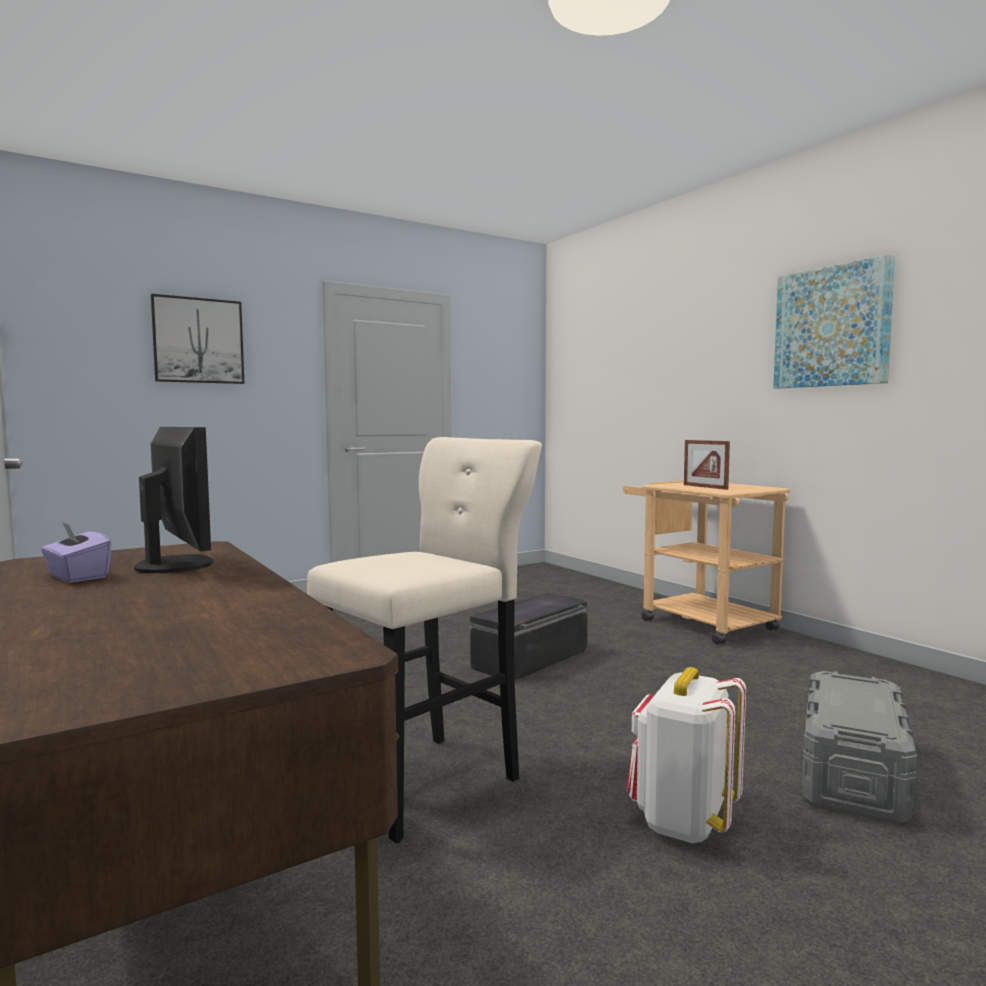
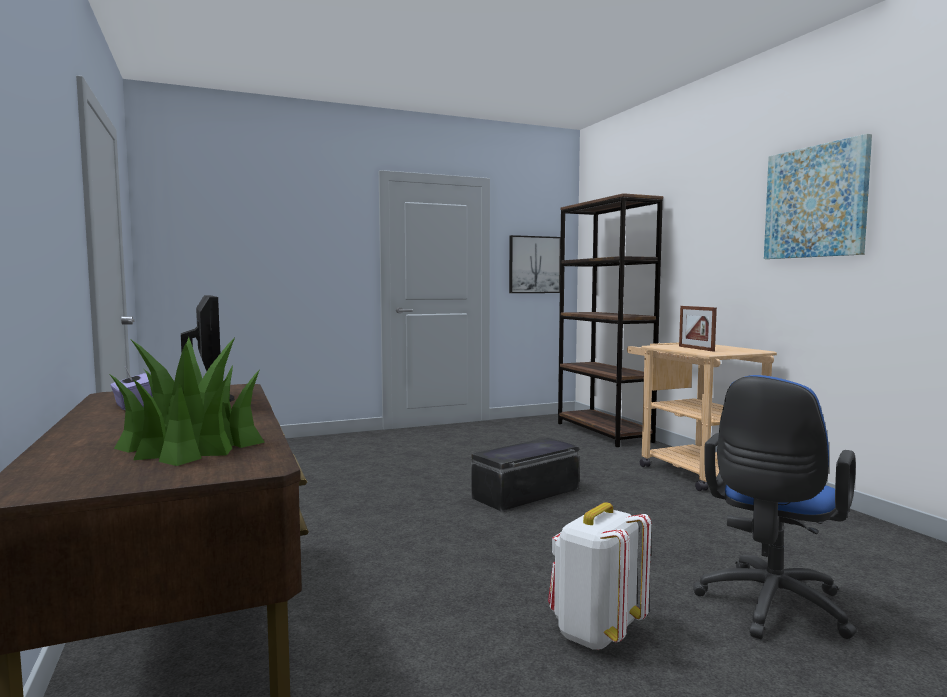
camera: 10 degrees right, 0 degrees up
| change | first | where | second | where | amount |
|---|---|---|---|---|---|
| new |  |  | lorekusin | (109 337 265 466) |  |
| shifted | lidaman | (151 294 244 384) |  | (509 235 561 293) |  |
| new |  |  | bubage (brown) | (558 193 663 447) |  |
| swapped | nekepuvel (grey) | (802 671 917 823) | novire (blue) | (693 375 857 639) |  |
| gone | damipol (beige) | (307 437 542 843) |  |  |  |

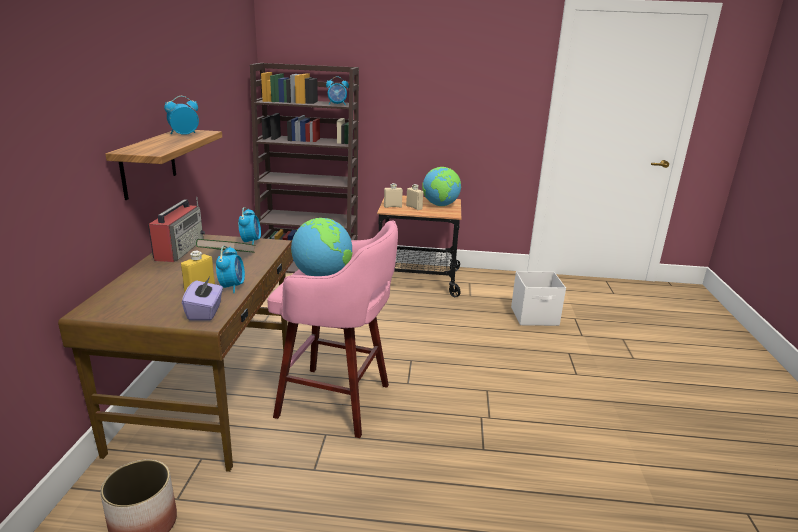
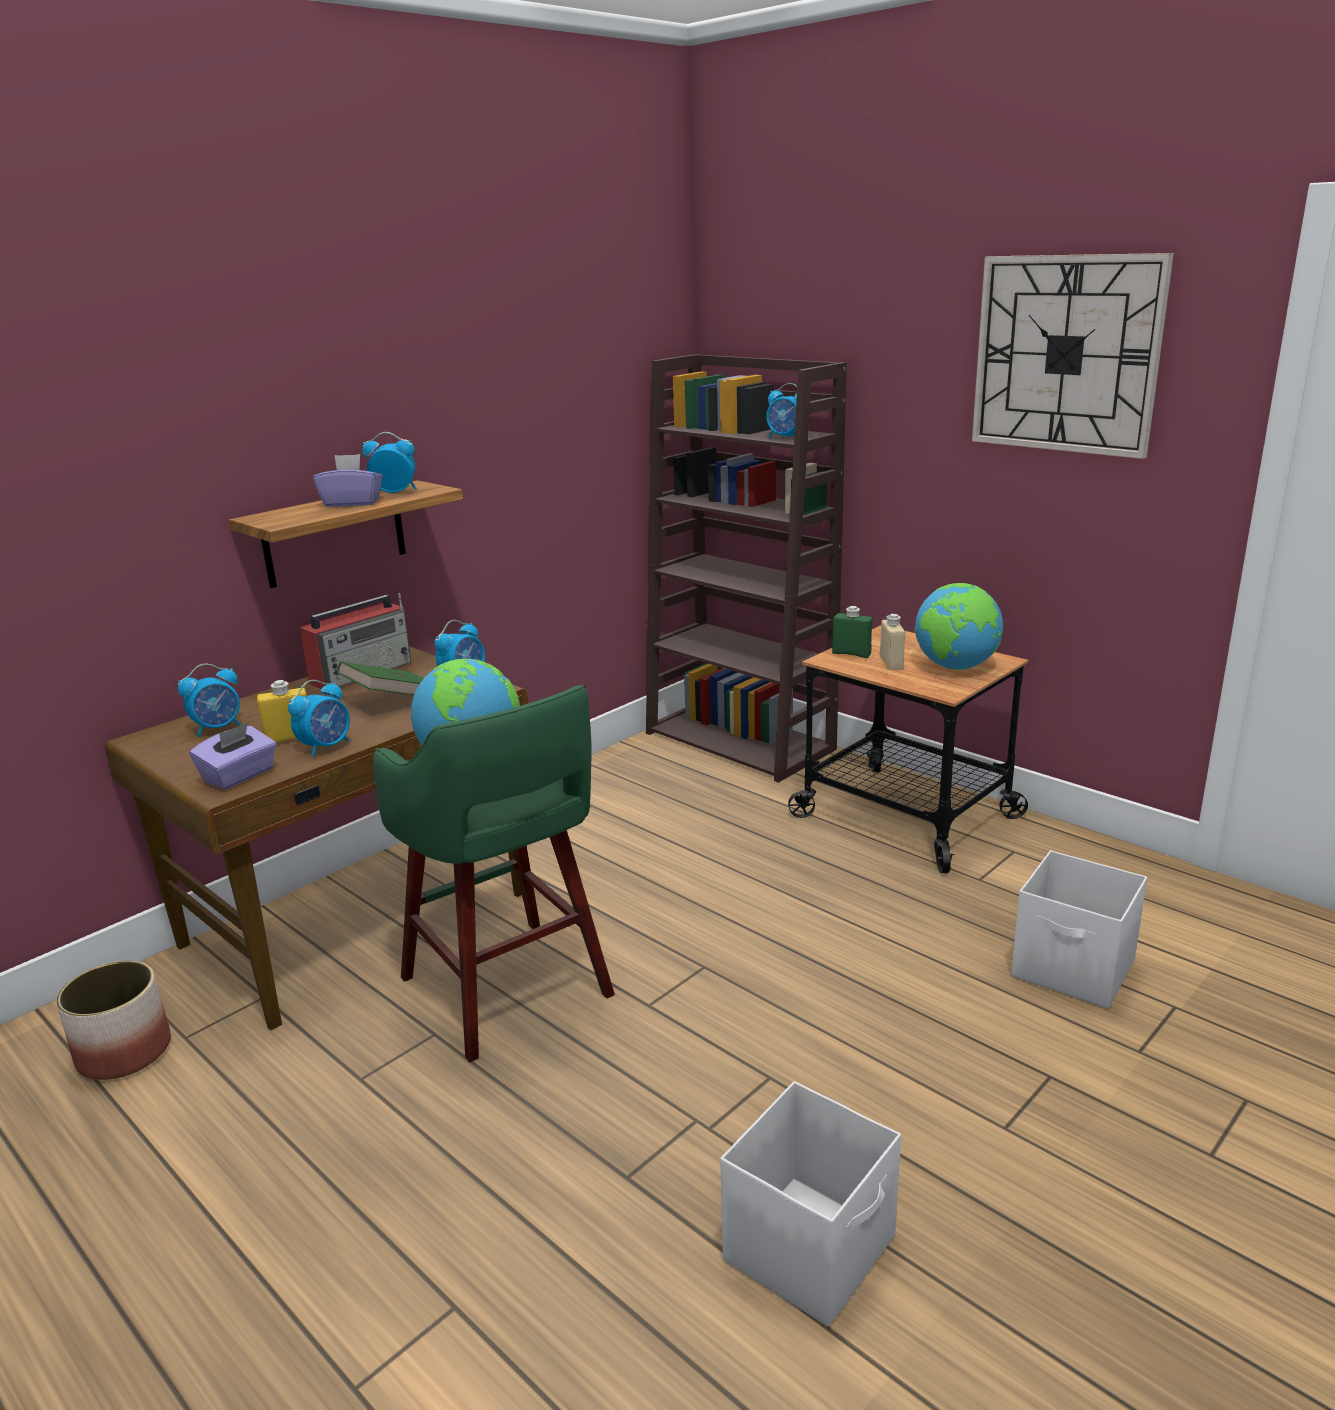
camera: 40 degrees right, 0 degrees up
| change | first | where | second | where | amount |
|---|---|---|---|---|---|
| new |  |  | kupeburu | (178 664 241 737) |  |
| new |  |  | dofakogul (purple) | (313 454 383 507) |  |
| repainted | damipol (pink) | (267 220 398 438) | damipol (green) | (373 685 615 1062) |  |
| new |  |  | nekepuvel (white) | (720 1081 901 1327) |  |
| repainted | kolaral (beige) | (384 183 403 208) | kolaral (green) | (832 606 872 658) |  |
| new |  |  | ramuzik | (972 253 1174 459) |  |

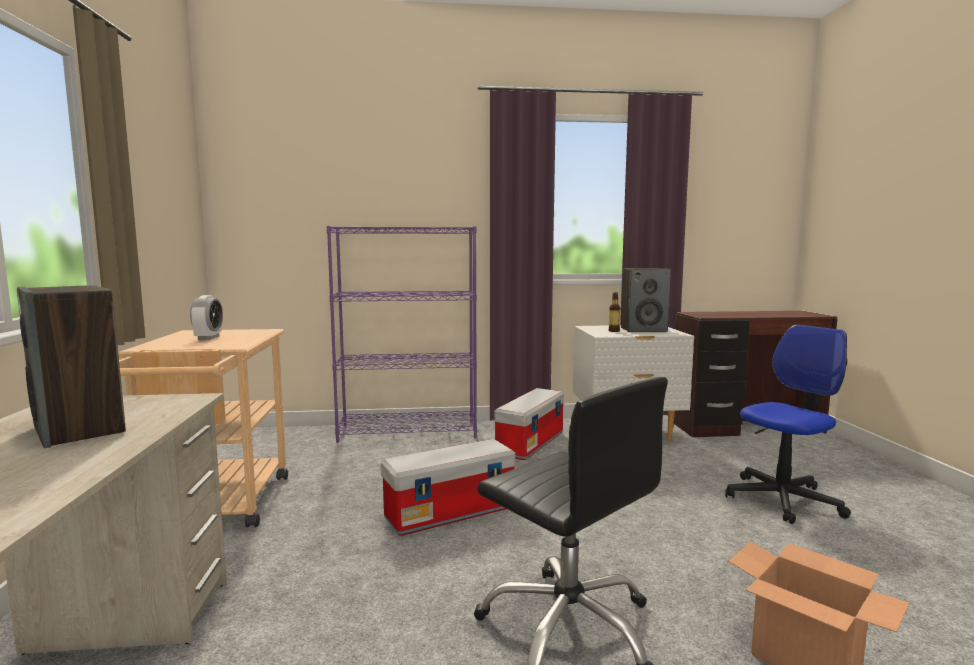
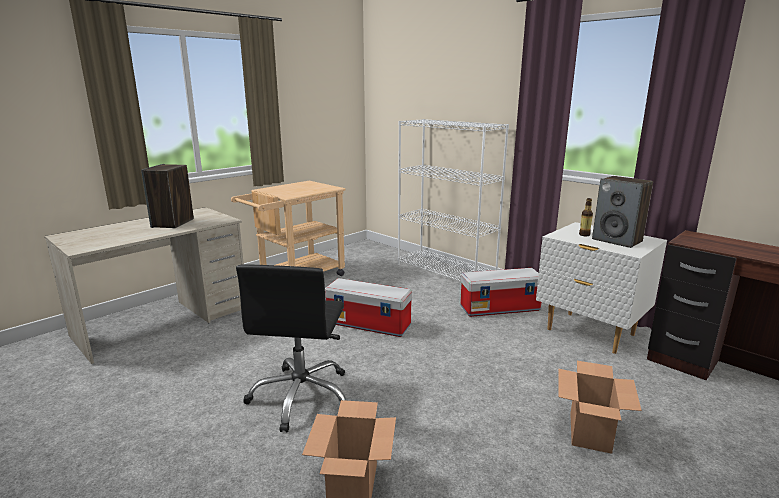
camera: 50 degrees right, 10 degrees up
| change | first | where | second | where | amount |
|---|---|---|---|---|---|
| repainted | bubage (purple) | (327 226 477 443) | bubage (white) | (398 119 509 281) |  |
| swapped | novire | (725 325 851 524) | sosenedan | (558 361 642 454) |  |
| gone | kupeburu | (190 295 223 340) |  |  |  |

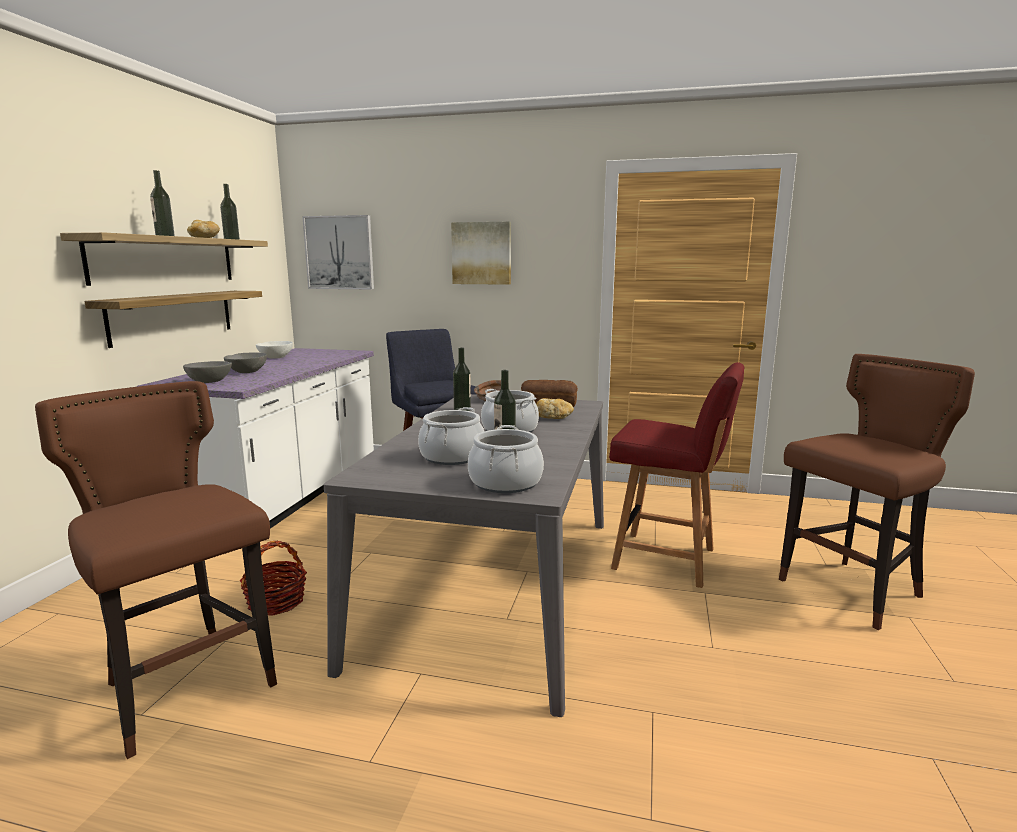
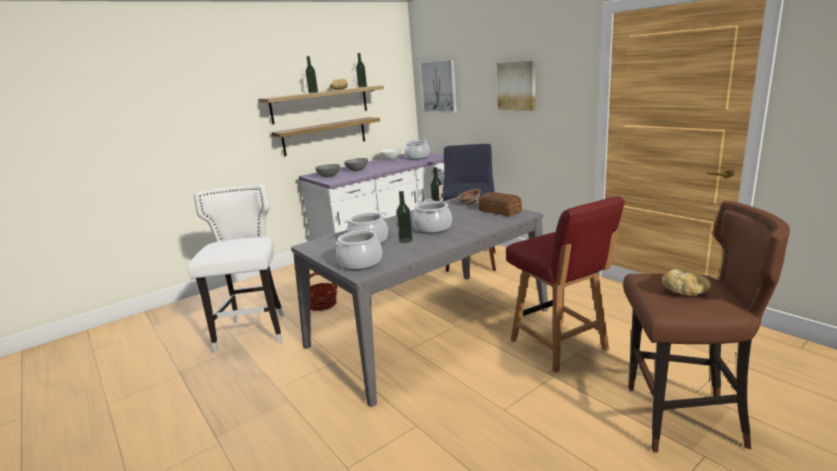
camera: 40 degrees right, 5 degrees up
| change | first | where | second | where | amount |
|---|---|---|---|---|---|
| repainted | damipol (brown) | (35 381 277 759) | damipol (white) | (187 185 284 352) |  |
| new |  |  | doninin | (405 140 430 160) |  |
| shifted | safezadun | (536 398 574 419) |  | (662 269 711 296) |  |

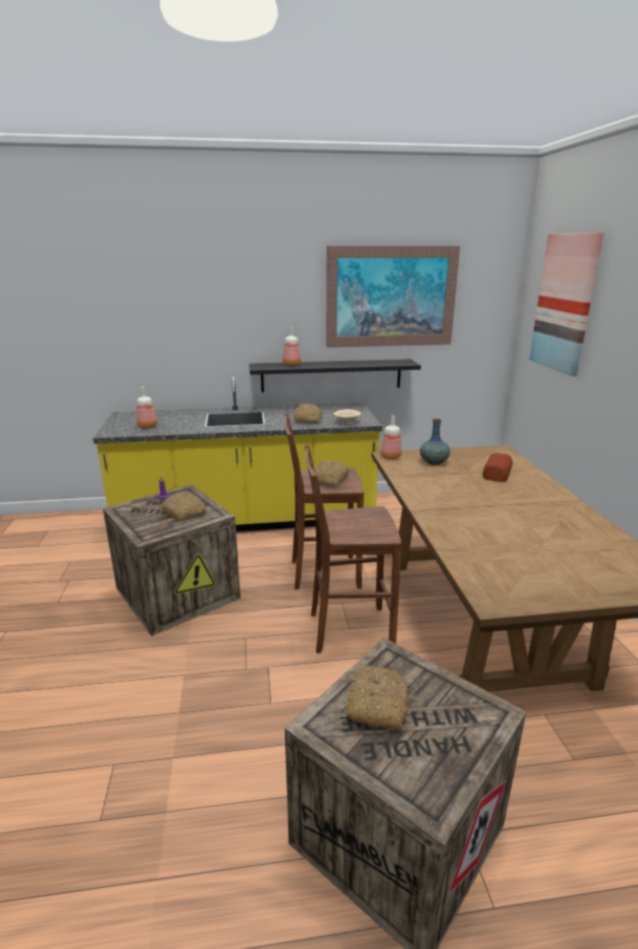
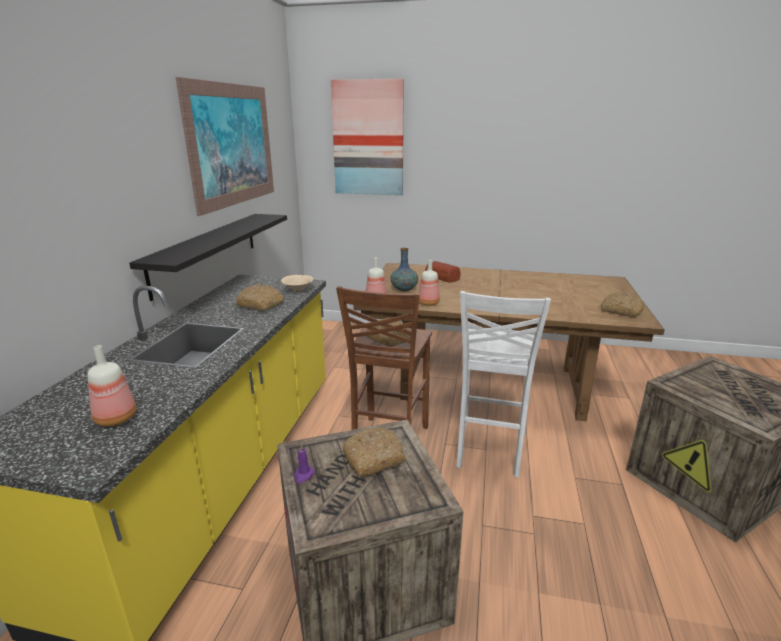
camera: 70 degrees left, 0 degrees up
| change | first | where | second | where | amount |
|---|---|---|---|---|---|
| shifted | kolaral | (283 327 301 366) |  | (419 260 440 306) |  |
| repainted | damipol (brown) | (305 445 402 654) | damipol (white) | (457 291 551 478) |  |
| shifted | safezadun | (346 665 408 730) |  | (601 292 644 317) |  |

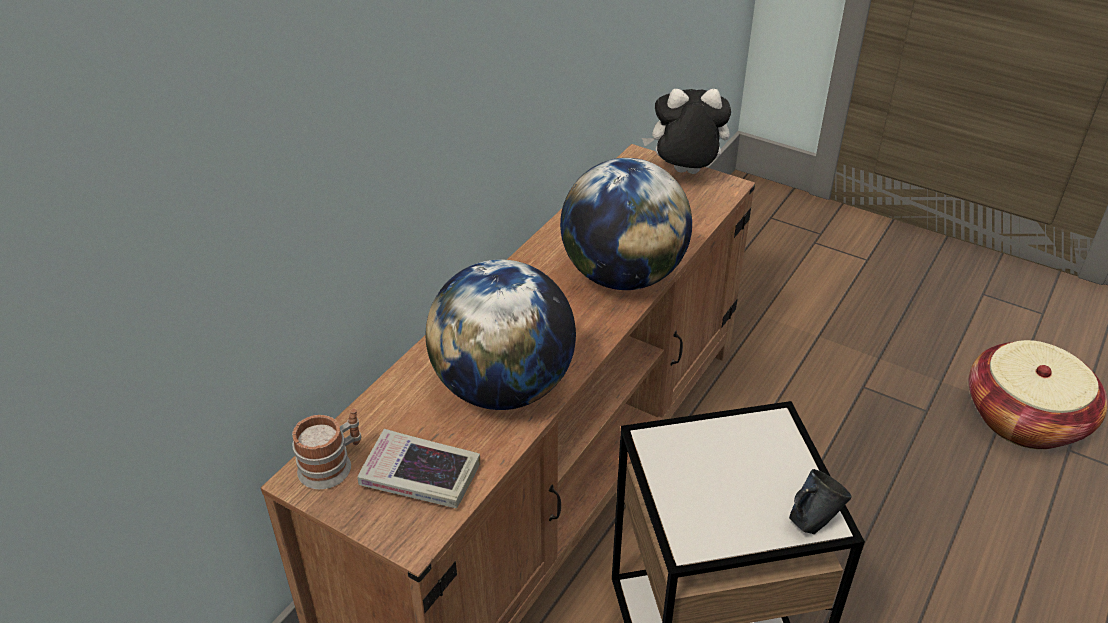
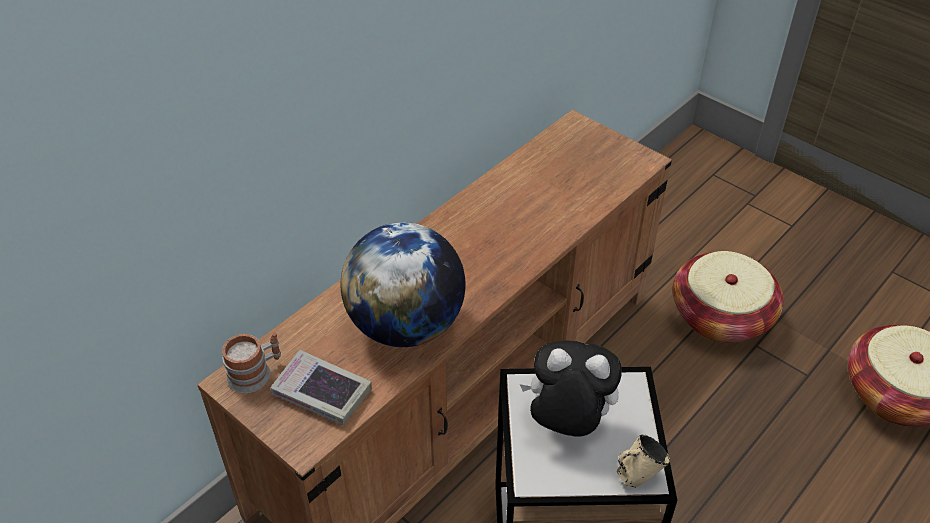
camera: 10 degrees right, 5 degrees up
| change | first | where | second | where | amount |
|---|---|---|---|---|---|
| shifted | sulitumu | (642 89 731 174) |  | (520 340 622 437) |  |
| repainted | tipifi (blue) | (789 469 852 534) | tipifi (beige) | (617 434 670 488) |  |
| new |  |  | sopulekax | (673 251 784 343) |  |
| gone | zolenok | (560 158 692 290) |  |  |  |

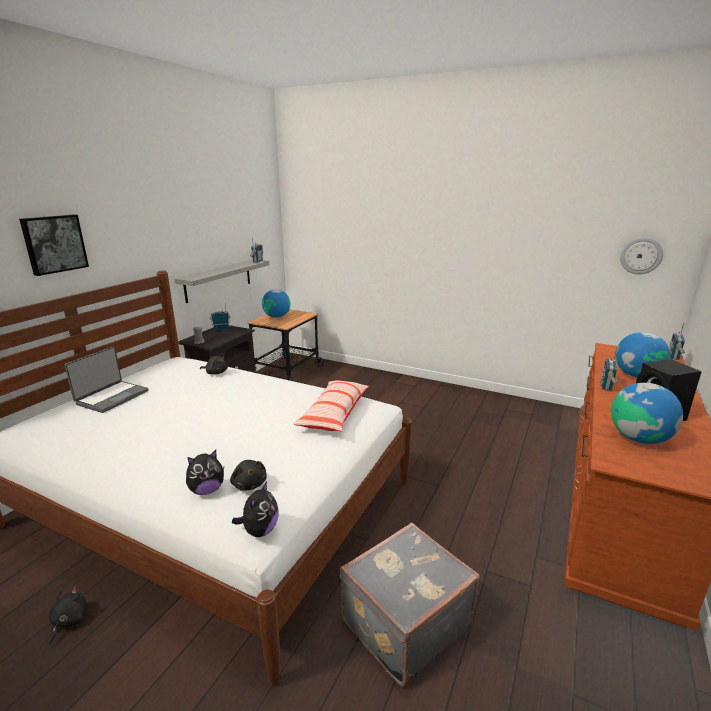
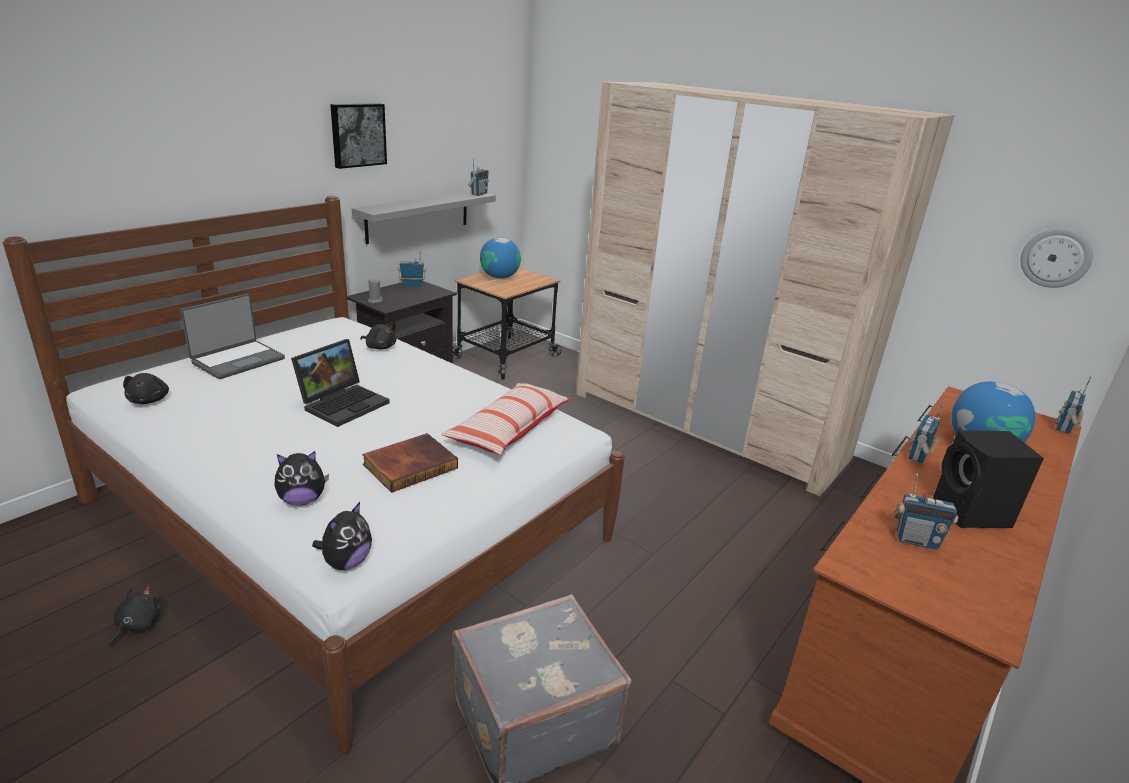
camera: 10 degrees right, 5 degrees up
| change | first | where | second | where | amount |
|---|---|---|---|---|---|
| shifted | sulitumu (black) | (230 460 267 491) |  | (123 373 169 404) |  |
| new |  |  | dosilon | (291 339 390 427) |  |
| shifted | lidaman | (19 215 89 276) |  | (330 103 387 169) |  |
| new |  |  | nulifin | (362 433 458 493) |  |
| new |  |  | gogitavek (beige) | (576 82 955 496) |  |
| swapped | zolenok | (611 383 683 444) | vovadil | (895 474 958 549) |  |

